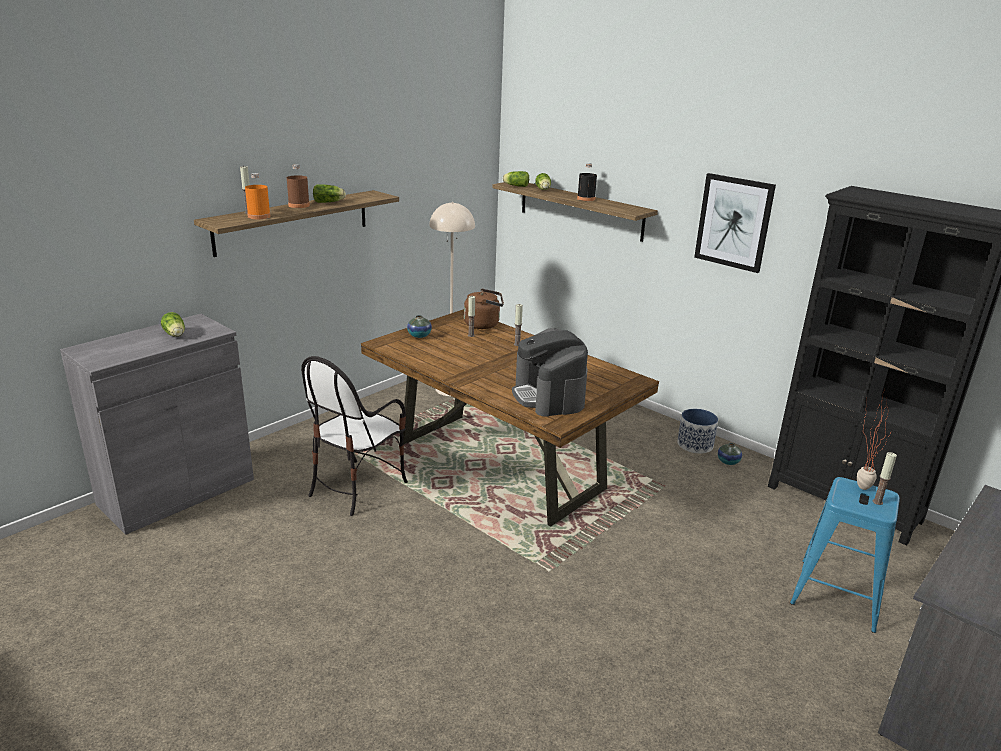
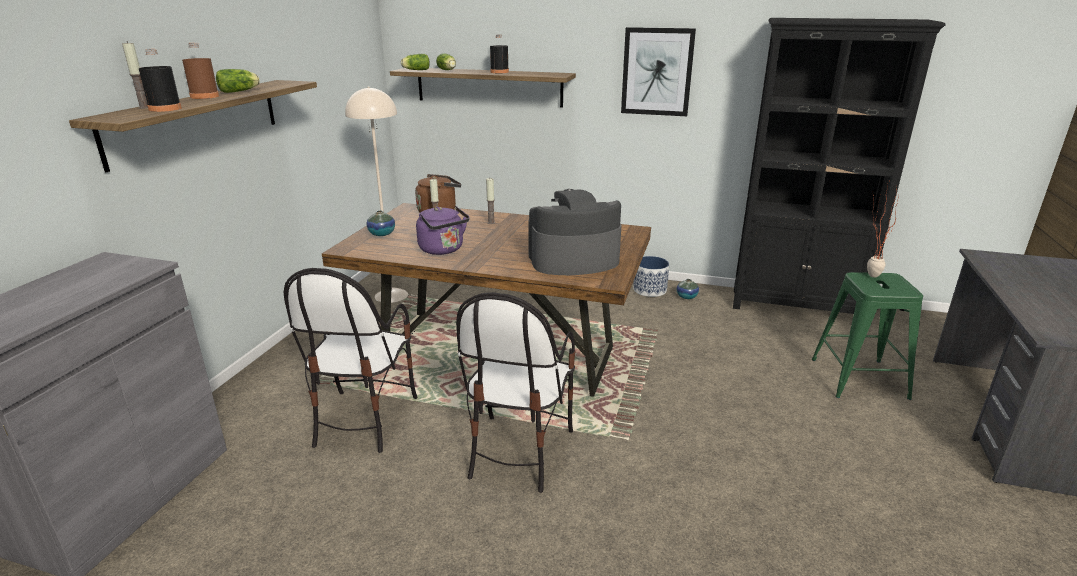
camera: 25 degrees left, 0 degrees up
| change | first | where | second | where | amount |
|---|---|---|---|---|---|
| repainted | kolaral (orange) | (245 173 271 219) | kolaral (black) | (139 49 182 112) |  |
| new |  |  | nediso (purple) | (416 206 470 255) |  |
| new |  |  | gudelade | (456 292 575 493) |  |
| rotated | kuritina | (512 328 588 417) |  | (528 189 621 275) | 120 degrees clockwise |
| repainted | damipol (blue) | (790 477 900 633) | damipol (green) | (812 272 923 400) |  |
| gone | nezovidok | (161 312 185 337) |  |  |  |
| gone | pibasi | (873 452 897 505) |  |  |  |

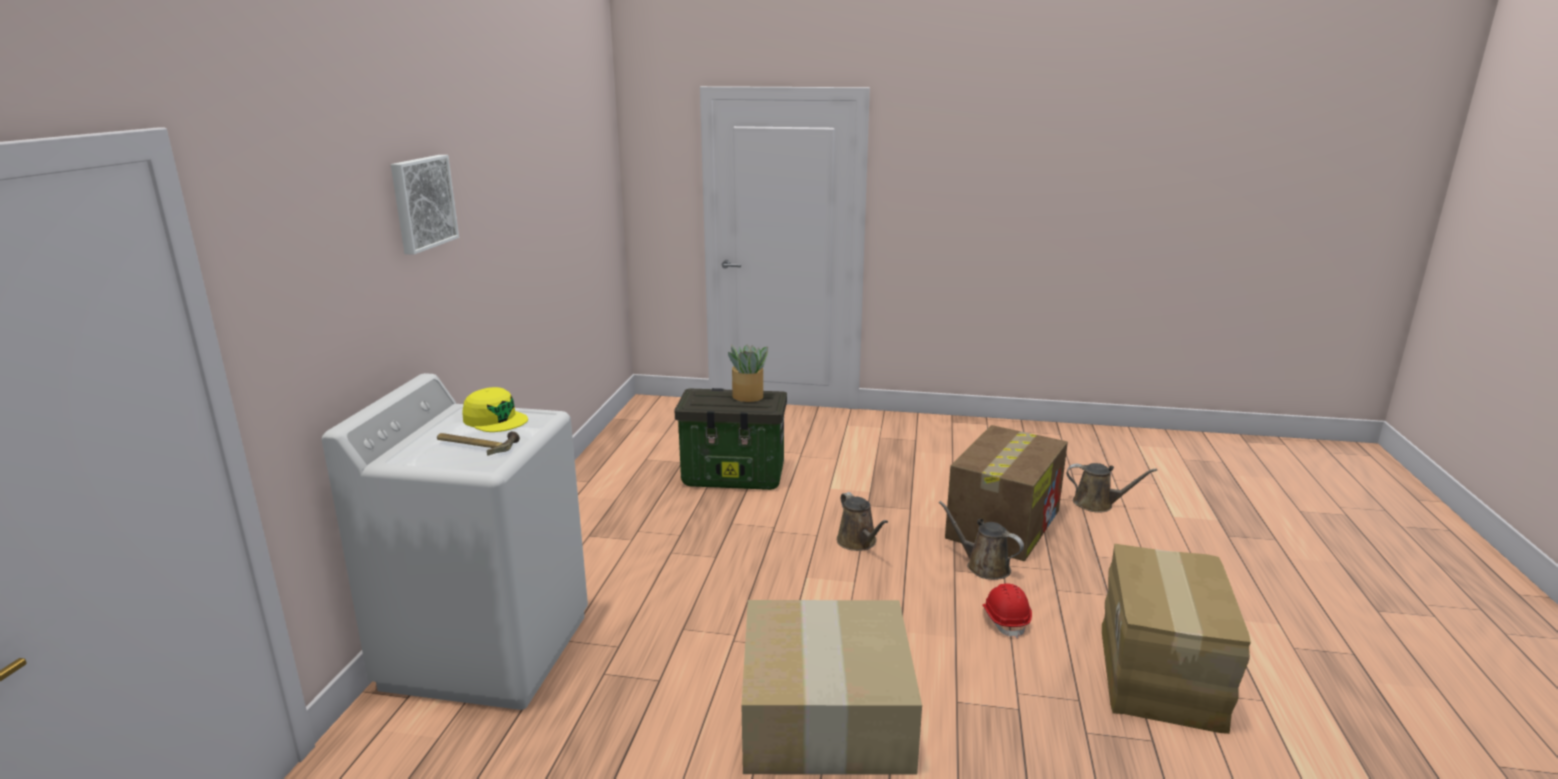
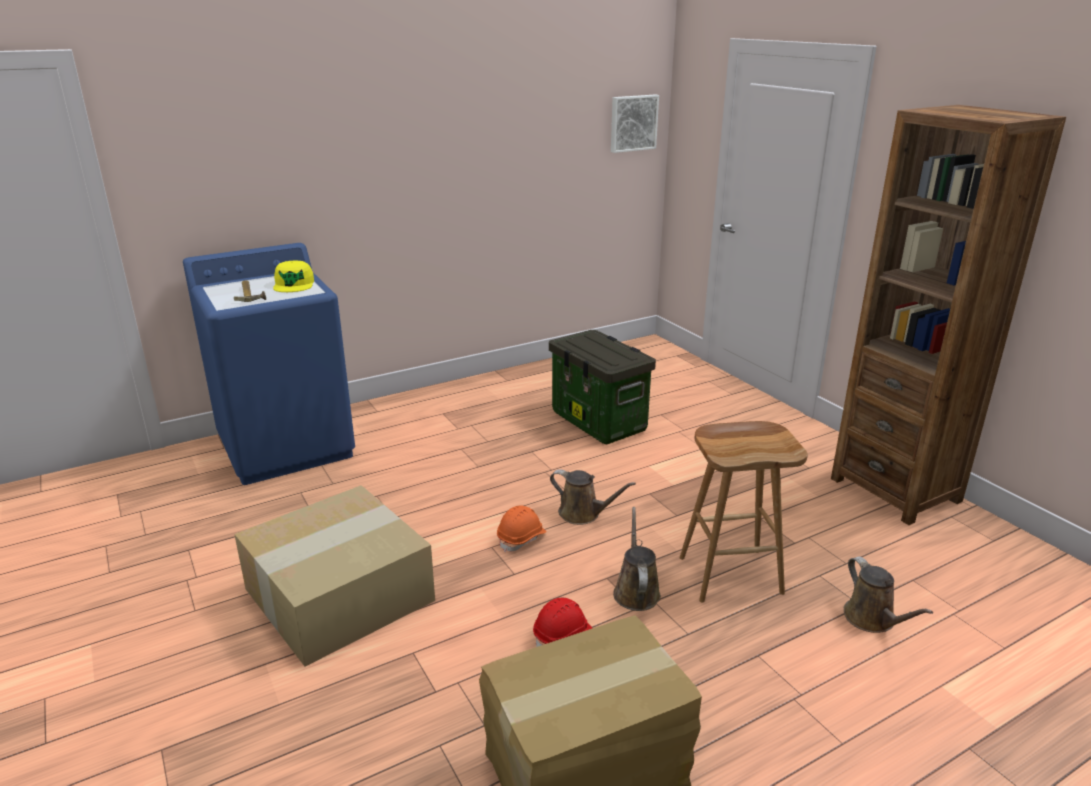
camera: 50 degrees right, 5 degrees up
| change | first | where | second | where | amount |
|---|---|---|---|---|---|
| repainted | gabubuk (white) | (322 373 588 710) | gabubuk (blue) | (183 243 355 485) |  |
| new |  |  | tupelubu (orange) | (497 506 547 552) |  |
| rotated | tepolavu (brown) | (837 492 888 551) |  | (550 469 636 525) | 90 degrees counterclockwise |
| shifted | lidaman | (391 155 459 255) |  | (611 94 659 153) |  |
| swapped | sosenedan | (945 425 1068 561) | damipol (brown) | (680 421 808 603) |  |
| new |  |  | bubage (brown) | (831 105 1066 525) |  |
| gone | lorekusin | (728 344 769 402) |  |  |  |

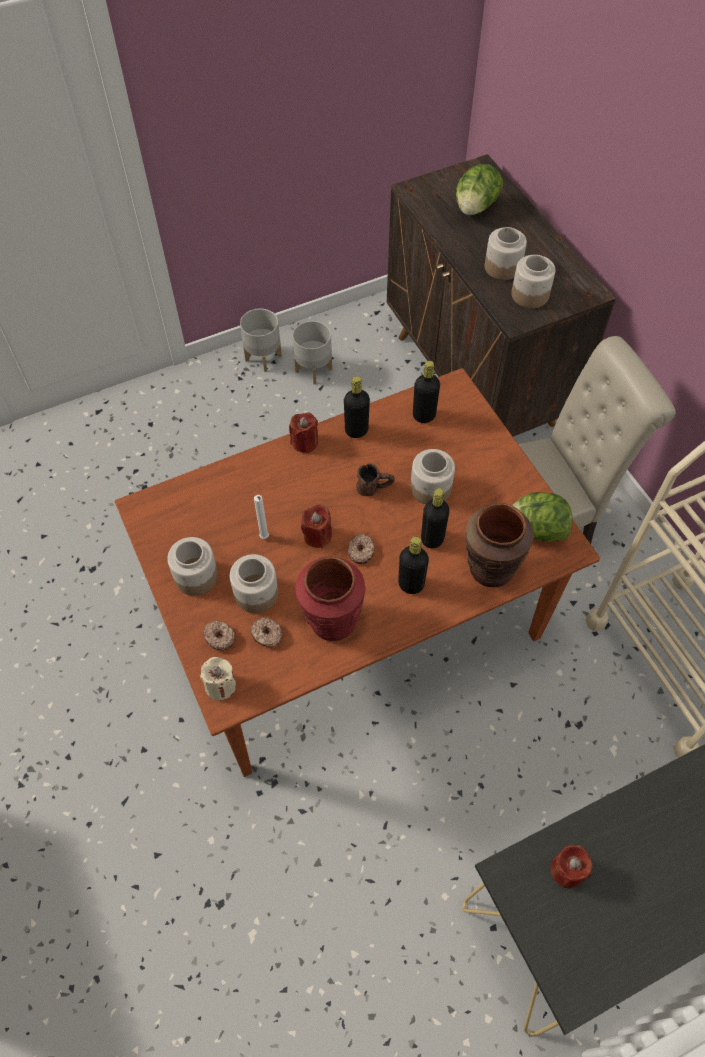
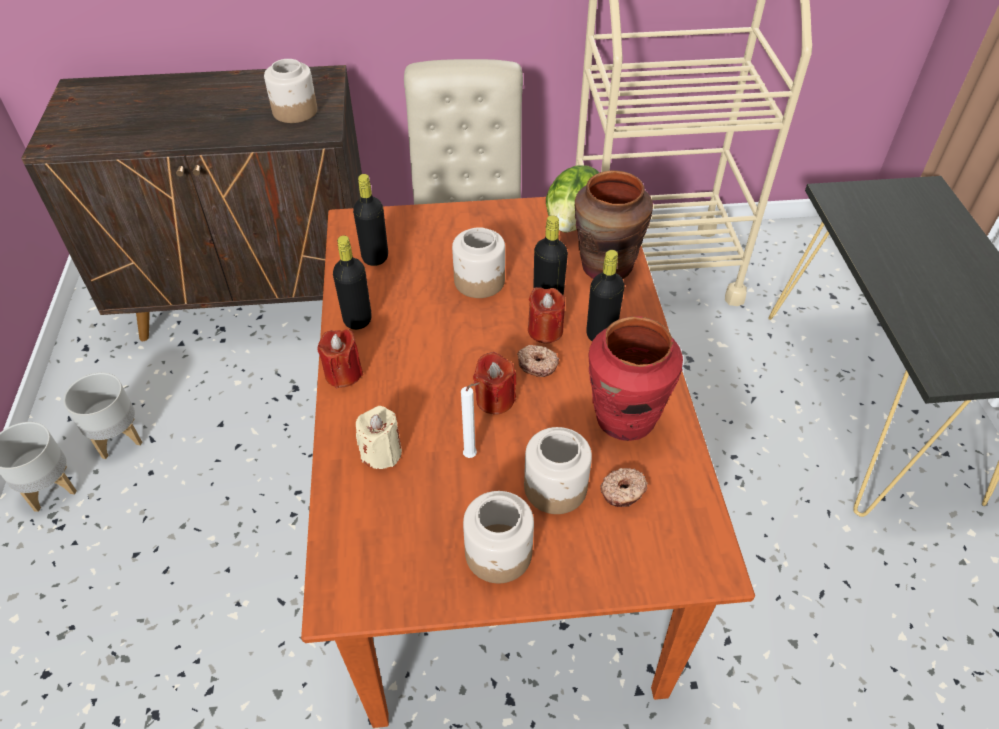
camera: 70 degrees left, 10 degrees down
| change | first | where | second | where | amount |
|---|---|---|---|---|---|
| shifted | pibasi (beige) | (200 657 236 701) |  | (356 406 402 469) |  |
| shifted | pibasi (red) | (551 845 592 888) |  | (528 287 565 344) |  |
| gone | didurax | (203 620 236 651) |  |  |  |
| gone | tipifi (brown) | (356 463 395 496) |  |  |  |
| gone | nezovidok | (456 164 503 216) |  |  |  |
| gone | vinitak | (485 227 527 280) |  |  |  |

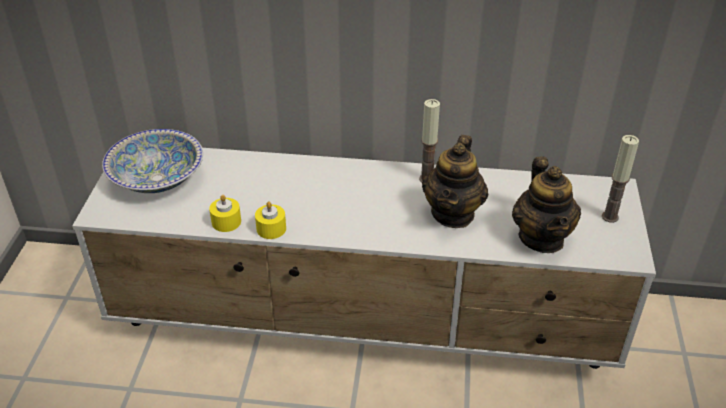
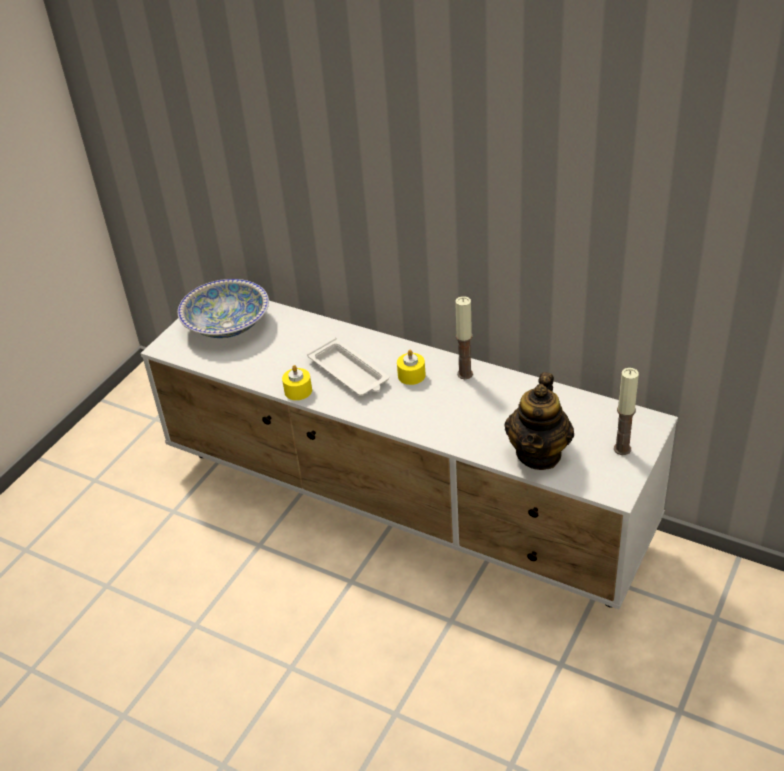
camera: 25 degrees right, 0 degrees up
| change | first | where | second | where | amount |
|---|---|---|---|---|---|
| new |  |  | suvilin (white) | (307 338 389 396) |  |
| shifted | pibasi (yellow) | (209 195 241 232) |  | (397 350 426 385) |  |
| gone | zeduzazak | (422 135 488 228) |  |  |  |

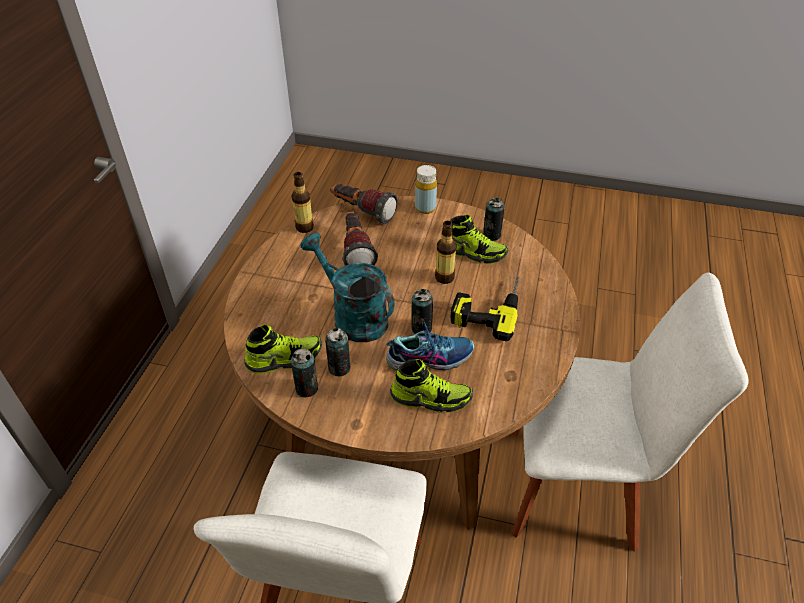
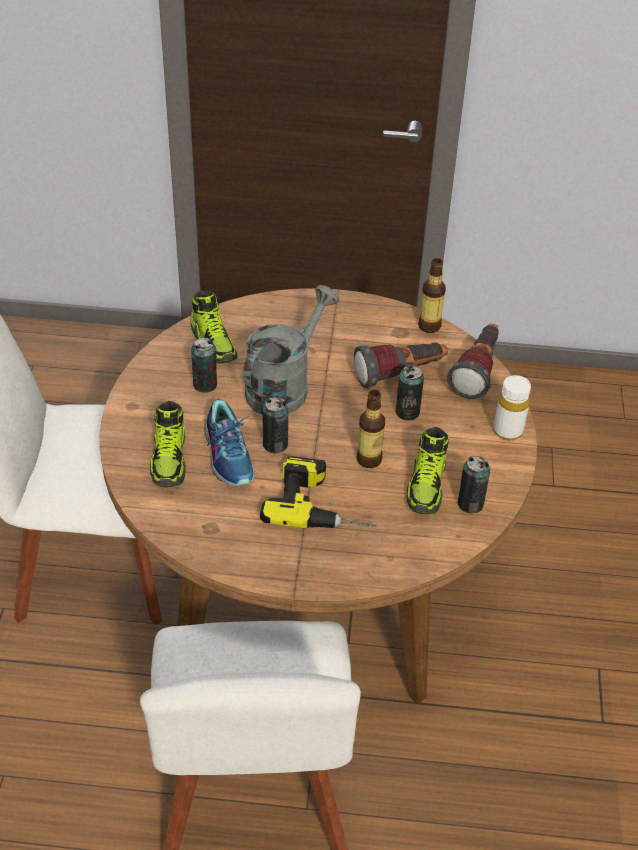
camera: 80 degrees right, 0 degrees up
| change | first | where | second | where | amount |
|---|---|---|---|---|---|
| repainted | tepolavu (turquoise) | (301 233 395 342) | tepolavu (grey) | (243 285 339 414) |  |
| shifted | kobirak | (291 349 318 397) |  | (395 365 424 421) |  |
| repainted | kolaral (yellow) | (415 165 437 214) | kolaral (white) | (493 375 531 441) |  |

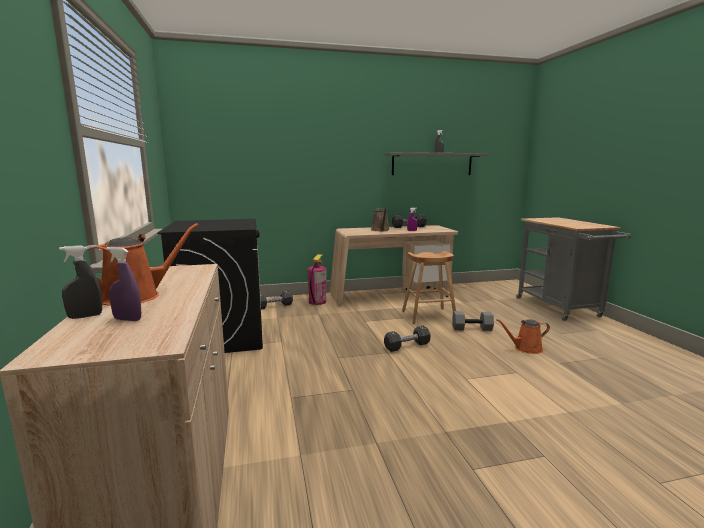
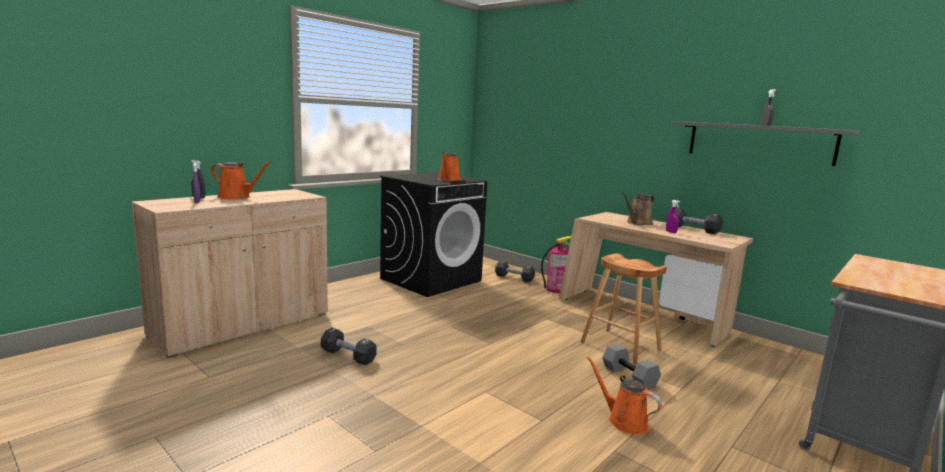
camera: 55 degrees right, 0 degrees up
| change | first | where | second | where | amount |
|---|---|---|---|---|---|
| shifted | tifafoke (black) | (384 326 431 352) |  | (321 328 377 365) |  |
| new |  |  | tepolavu (orange) | (438 151 461 181) |  |

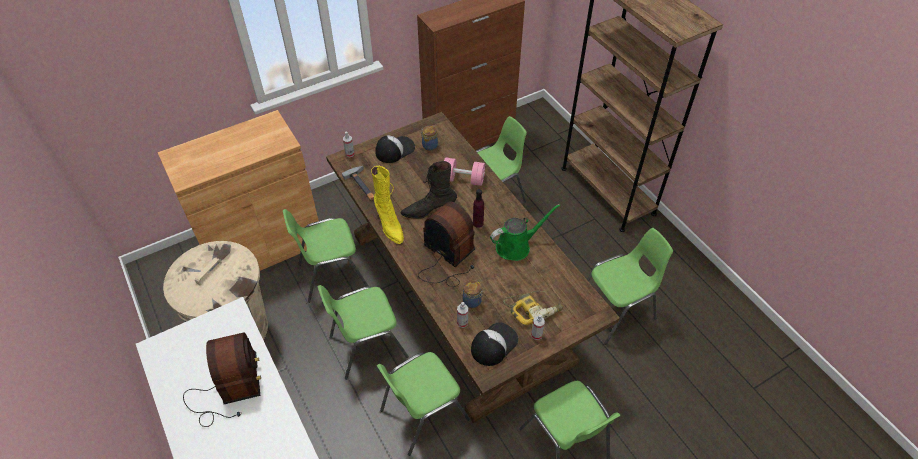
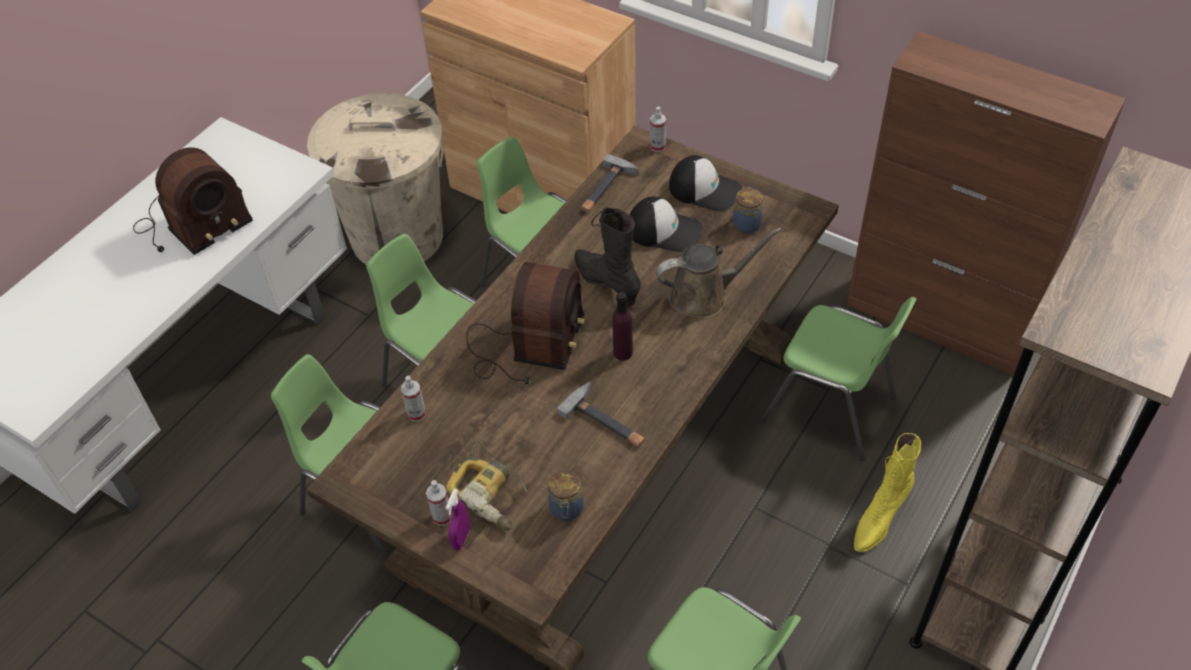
camera: 65 degrees right, 0 degrees up
| change | first | where | second | where | amount |
|---|---|---|---|---|---|
| new |  |  | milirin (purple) | (446 489 470 550) |  |
| shifted | vinitak | (463 280 483 308) |  | (548 470 584 521) |  |
| swapped | tepolavu (green) | (490 204 560 261) | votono | (557 382 645 447) |  |
| shifted | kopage | (471 323 518 366) |  | (630 196 702 252) |  |
| swapped | tifafoke (pink) | (444 158 485 186) | tepolavu (brown) | (656 228 782 319) |  |
| shifted | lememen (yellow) | (371 166 404 244) |  | (854 433 921 552) |  |

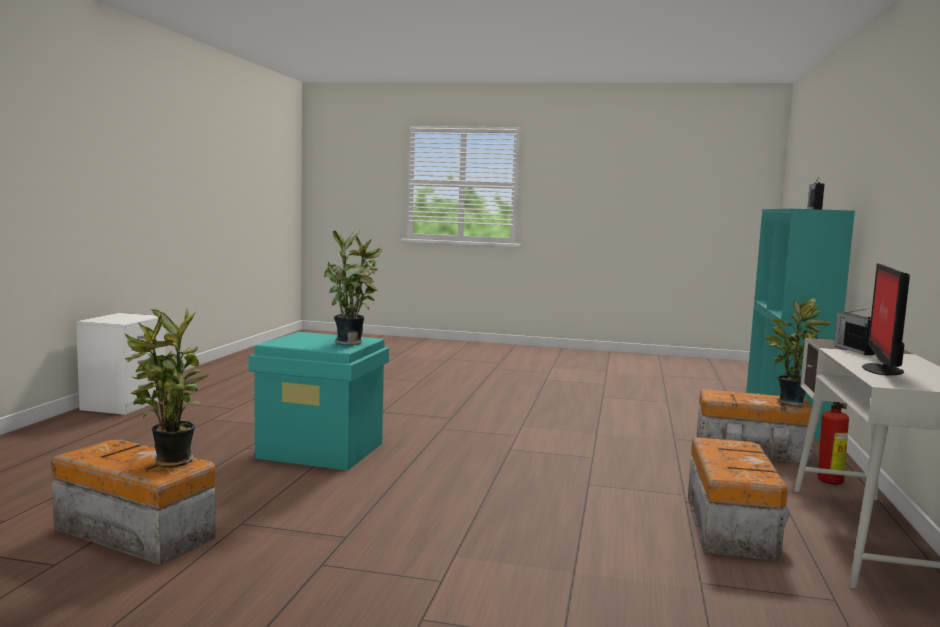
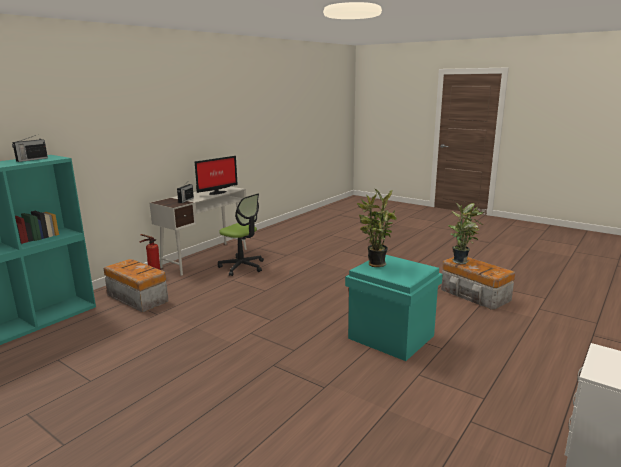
camera: 155 degrees left, 10 degrees up
| change | first | where | second | where | amount |
|---|---|---|---|---|---|
| swapped | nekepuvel | (688 437 790 561) | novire | (218 193 264 276) |  |
| gone | lorekusin | (764 298 832 406) |  |  |  |

